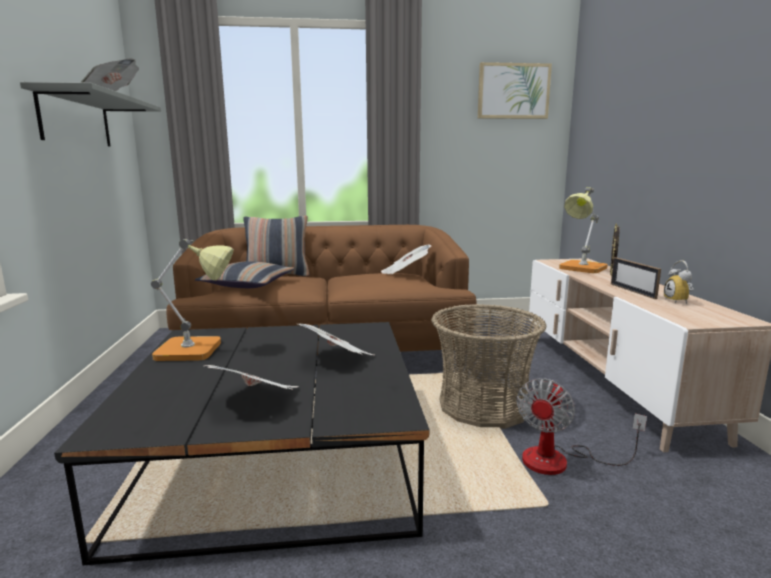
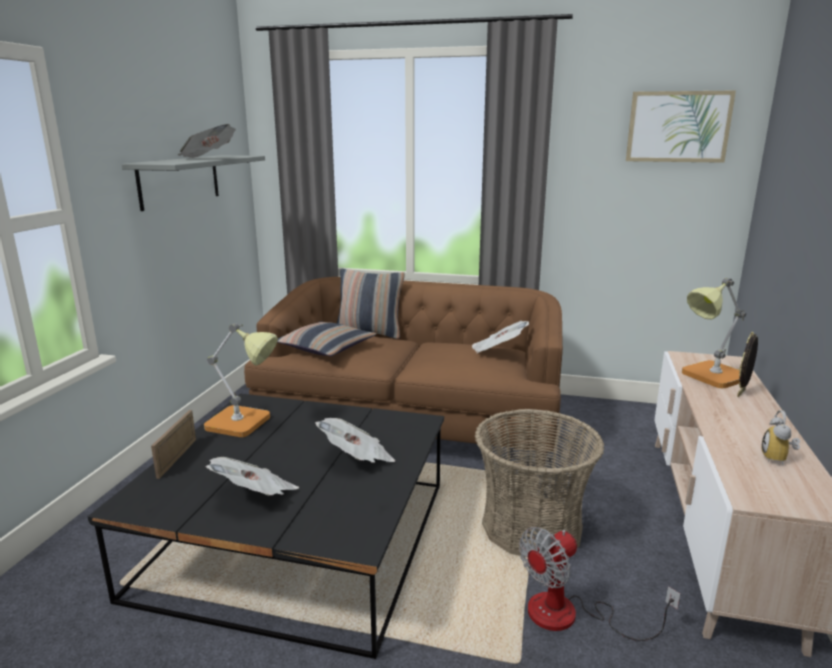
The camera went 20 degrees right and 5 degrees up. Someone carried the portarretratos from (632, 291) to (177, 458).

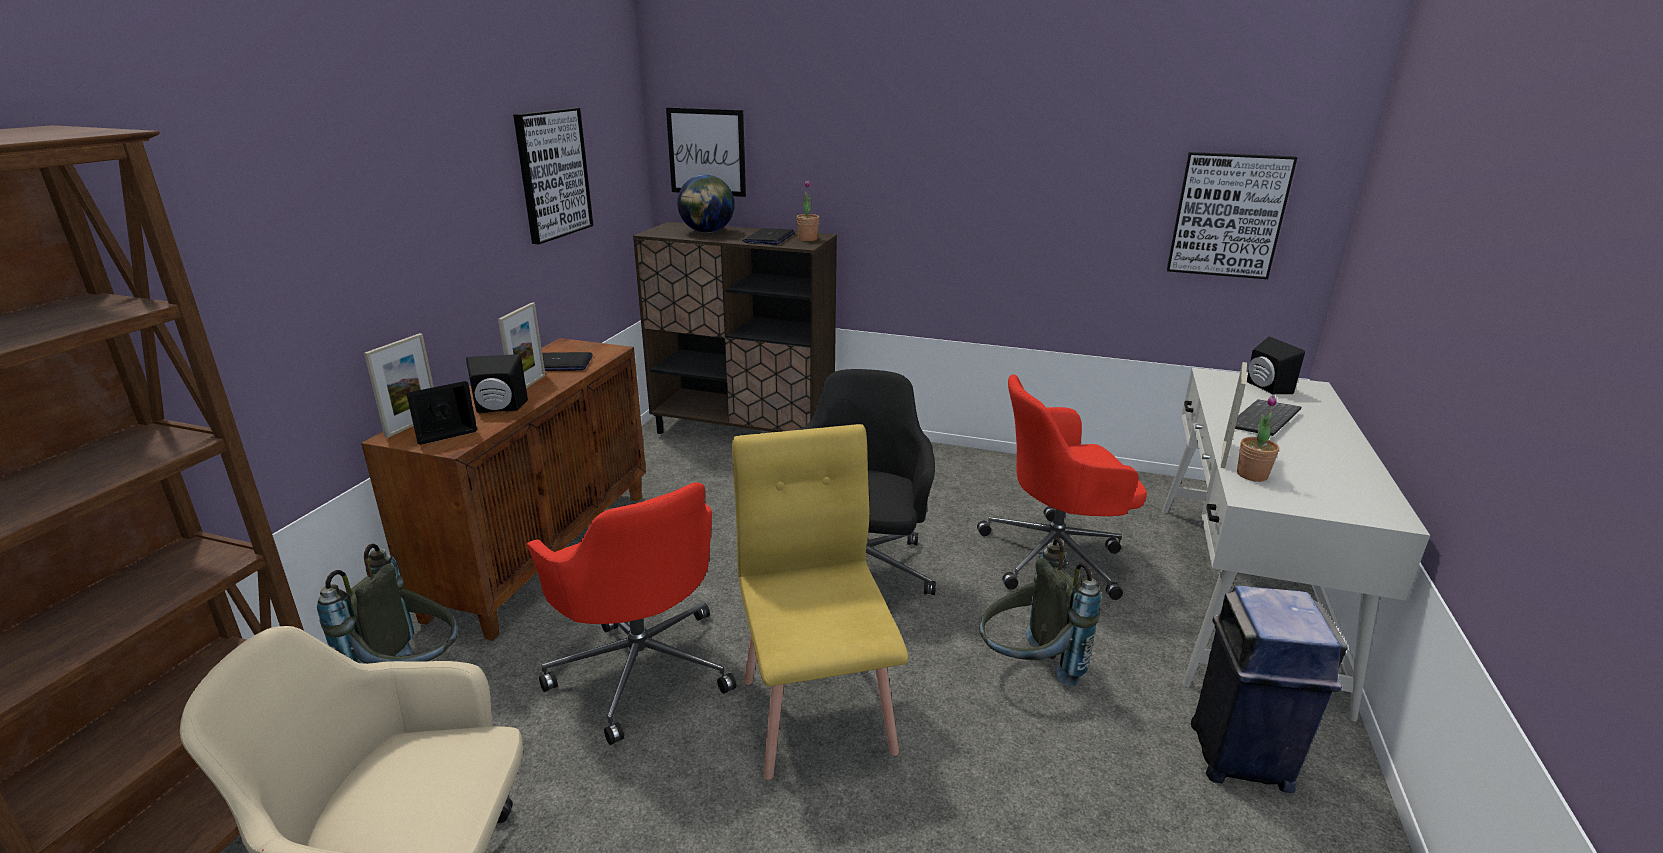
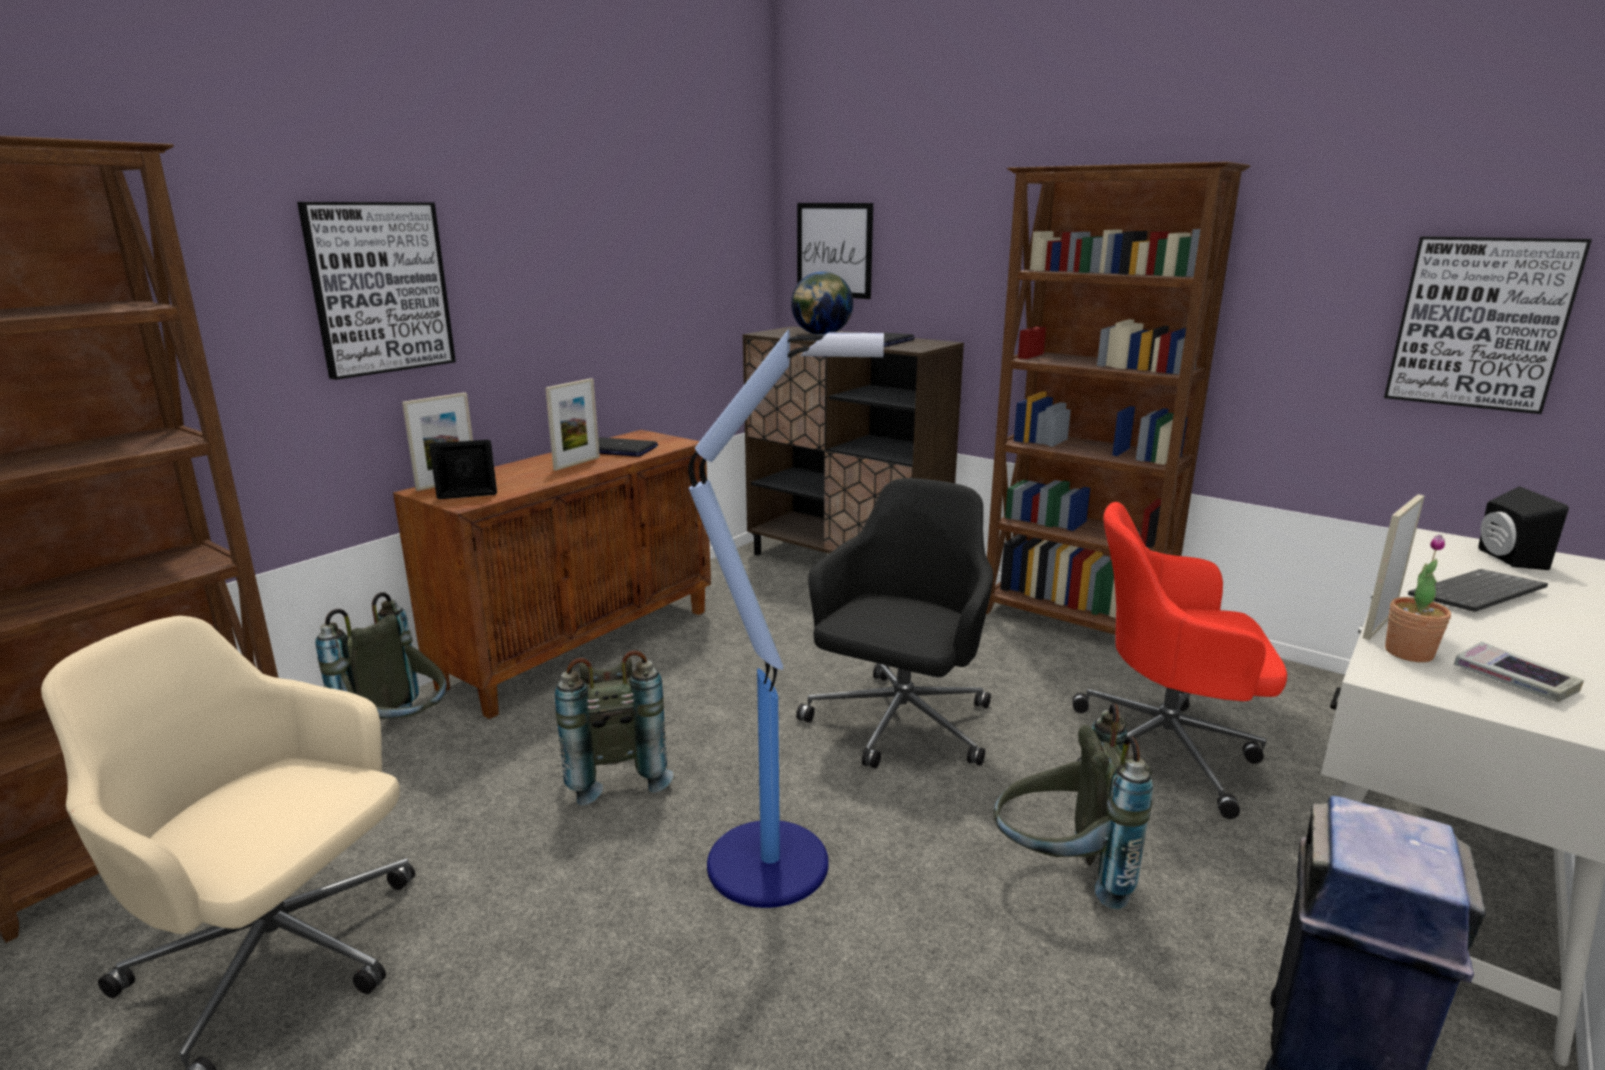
The camera went 20 degrees right and 5 degrees down. Someone took away the altavoz/negro at (499, 409). Someone carried the cuadro from (552, 174) to (380, 288). Someone swapped the silla de oficina/rojo at (642, 667) for the mochila/gris at (614, 773). Someone swapped the silla/amarillo at (818, 713) for the lámpara de pie at (774, 863). Someone took away the planta en maceta at (807, 239). Someone put down the estantería/marrón at (1074, 623). Someone put down the libro at (1514, 680).

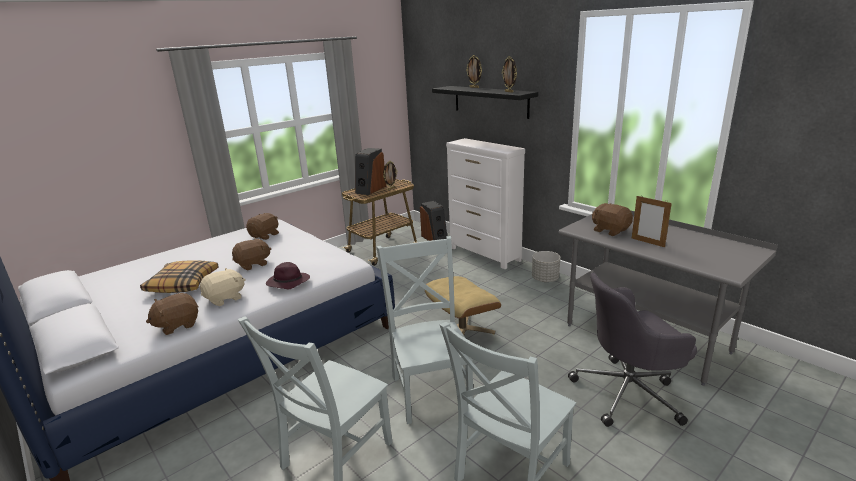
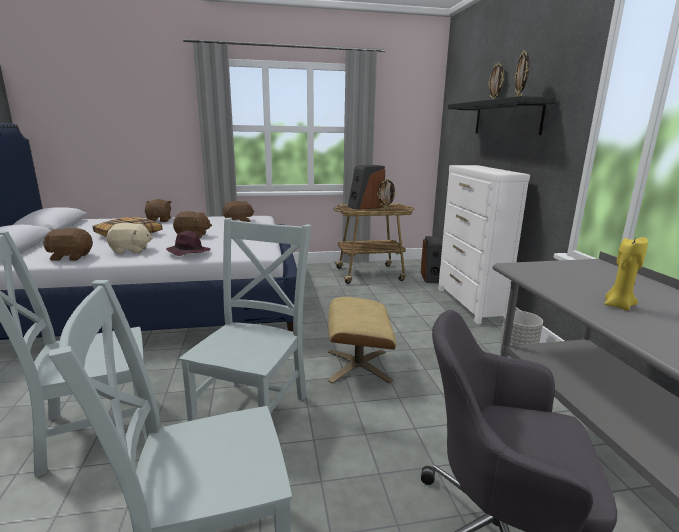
The camera went 30 degrees right and 5 degrees down. Someone carried the peluche/marrón from (610, 230) to (159, 220). Someone swapped the portarretratos at (647, 242) for the vela/amarillo at (618, 305).

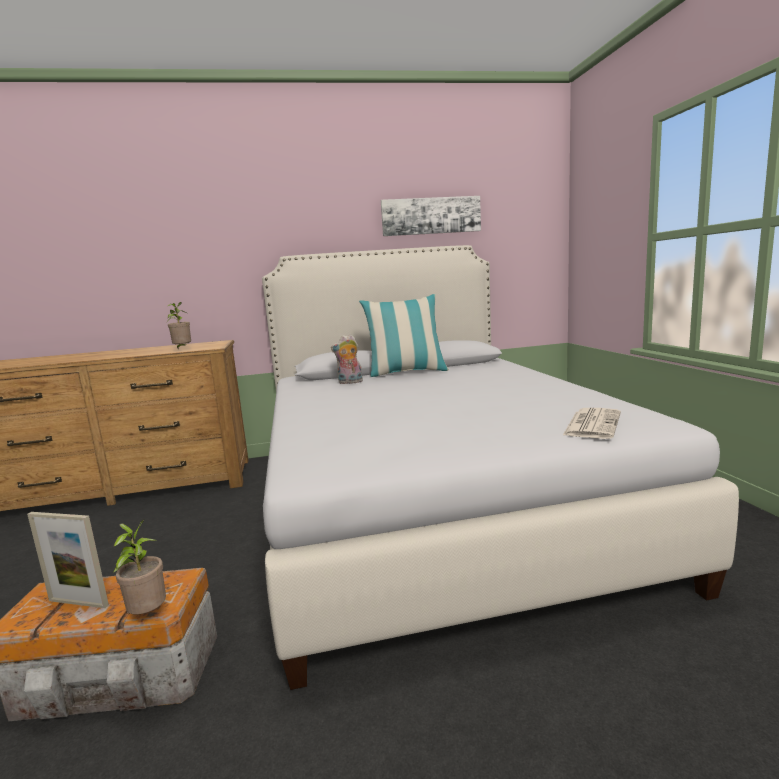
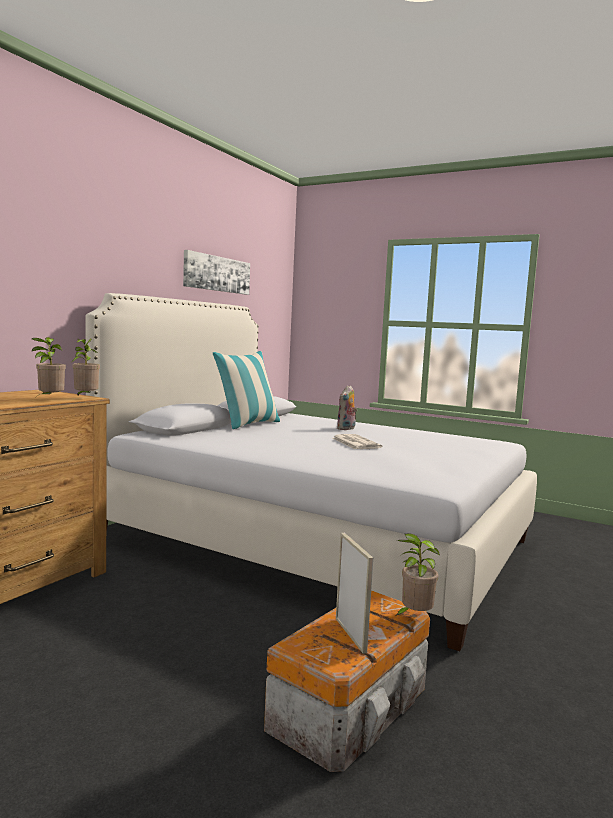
The camera went 50 degrees left and 5 degrees down. Someone rotated the portarretratos at (78, 603) by 75 degrees counterclockwise. Someone carried the peluche from (349, 382) to (346, 429). Someone carried the periódico from (592, 424) to (355, 443). Someone put down the planta en maceta at (85, 398).

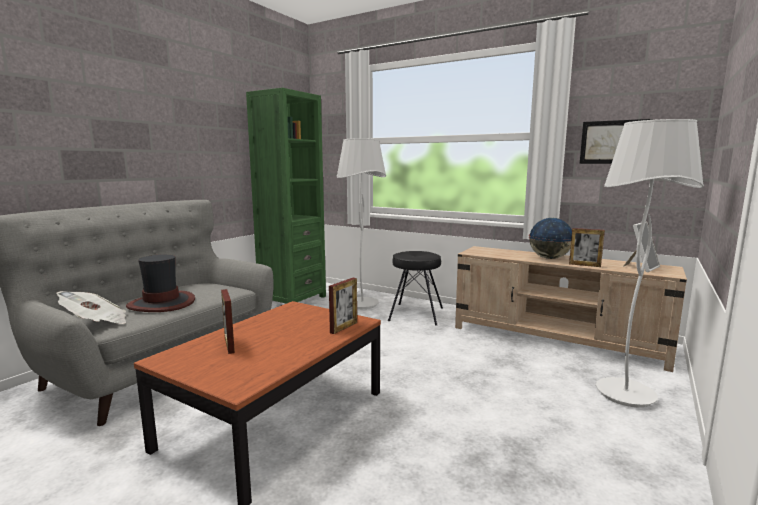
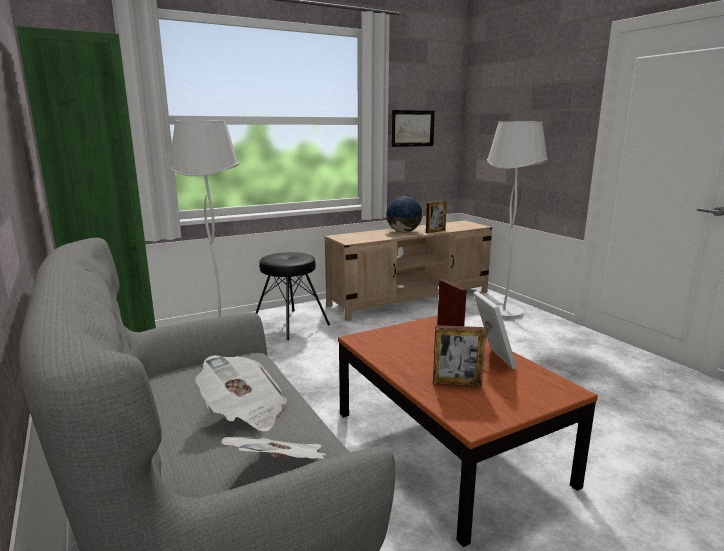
The camera went 60 degrees left and 5 degrees up. Someone swapped the sombrero at (162, 303) for the periódico at (244, 412). Someone carried the portarretratos from (641, 267) to (488, 359).

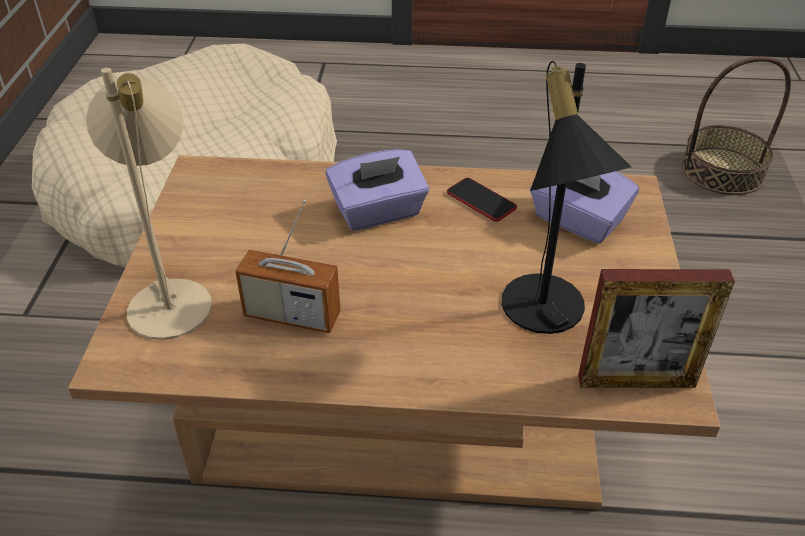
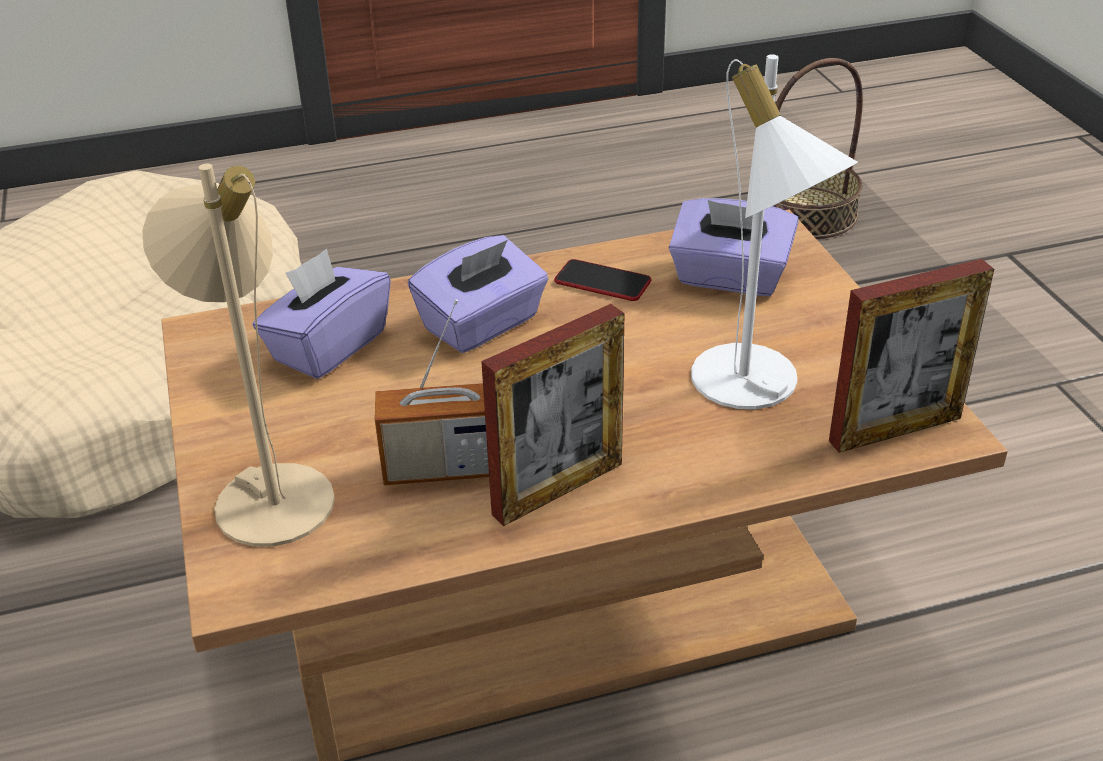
The camera went 20 degrees left and 5 degrees down. Someone repainted the lámpara de mesa/negro at (545, 316), which became the lámpara de mesa/blanco at (754, 389). Someone put down the caja de pañuelos/morado at (328, 346). Someone put down the portarretratos at (558, 489).

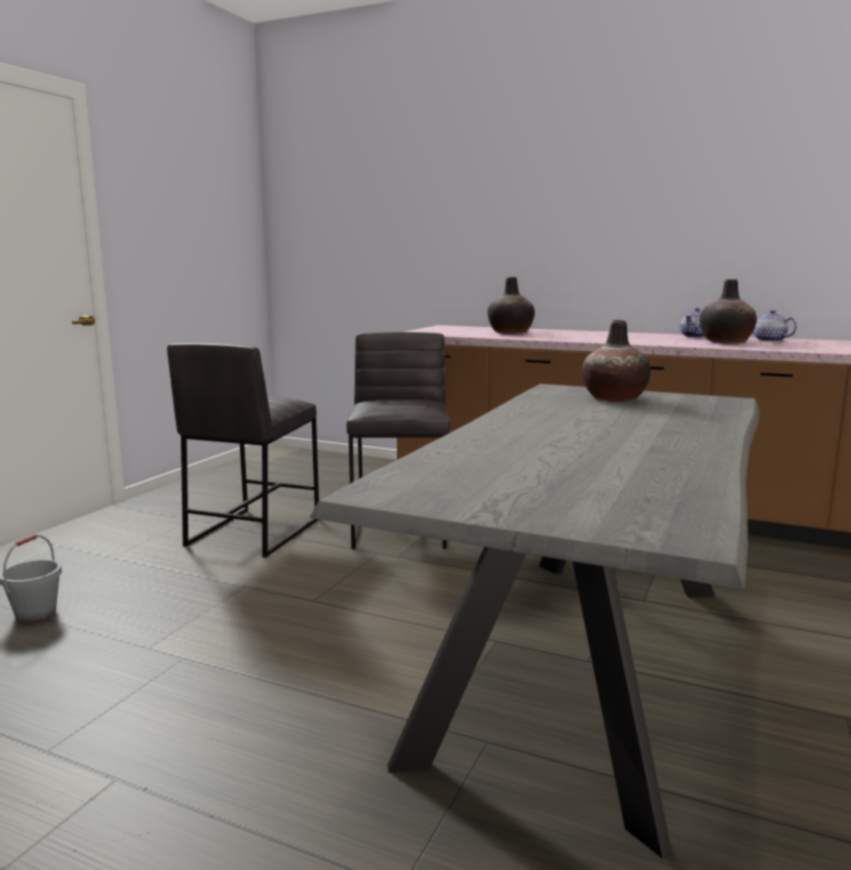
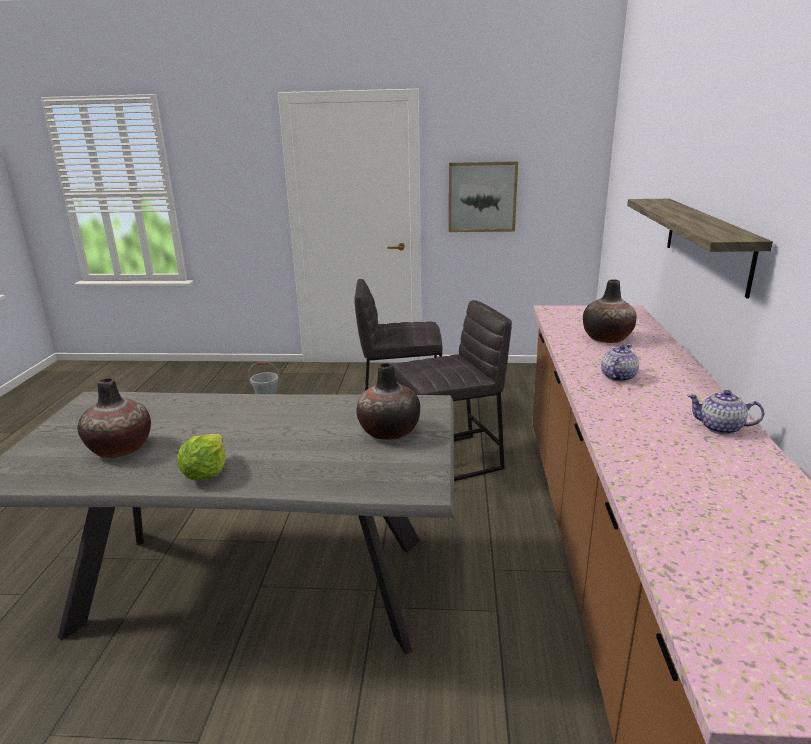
The camera went 70 degrees right and 10 degrees up. Someone carried the florero from (726, 342) to (120, 448). Someone carried the tetera from (769, 340) to (617, 377). Someone put down the lechuga at (205, 473). Someone put up the cuadro at (482, 197). Someone put up the estante at (707, 242).

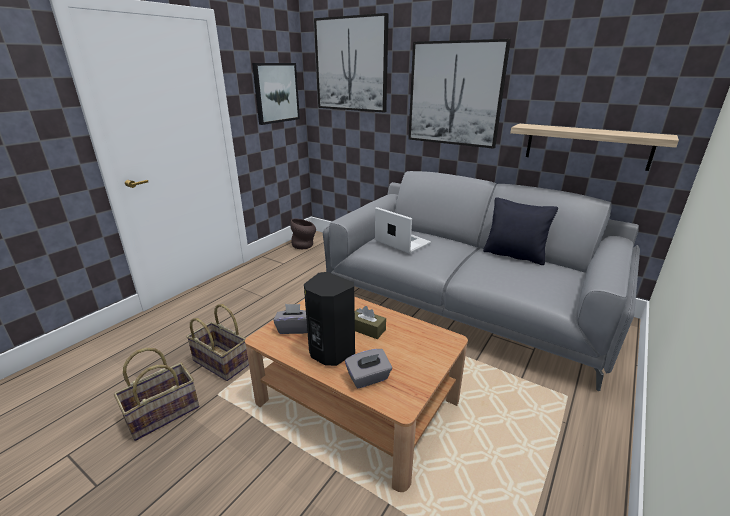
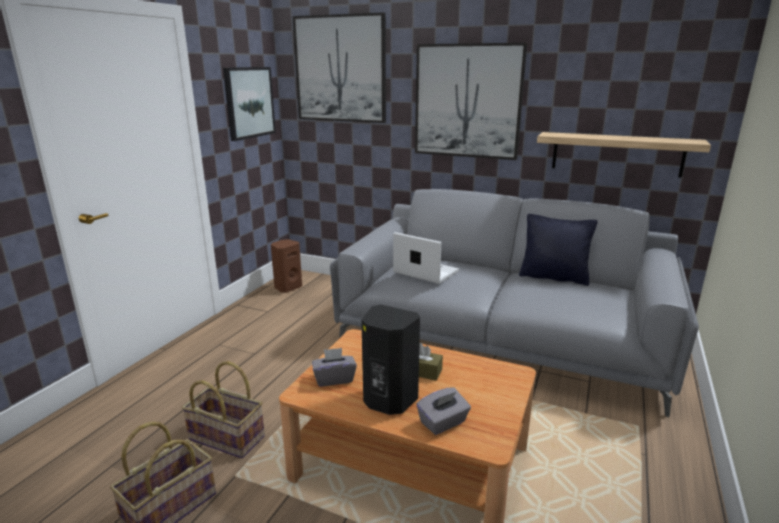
The camera went 10 degrees left and 5 degrees down. Someone swapped the florero/marrón at (304, 245) for the altavoz/marrón at (287, 287).

